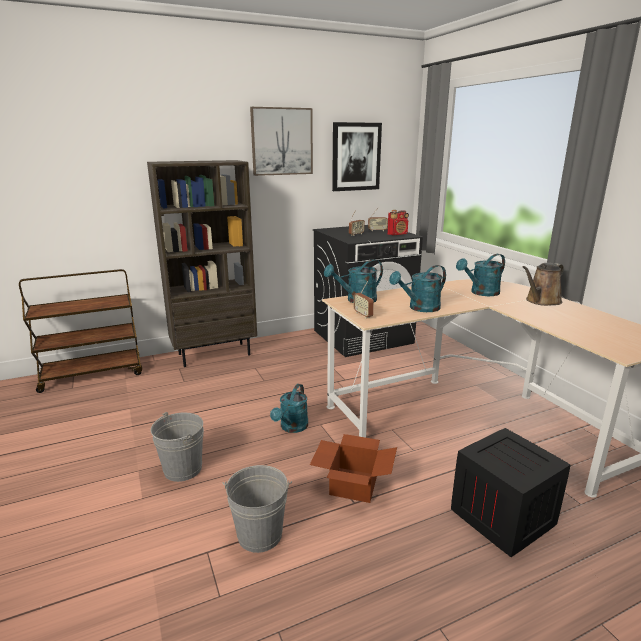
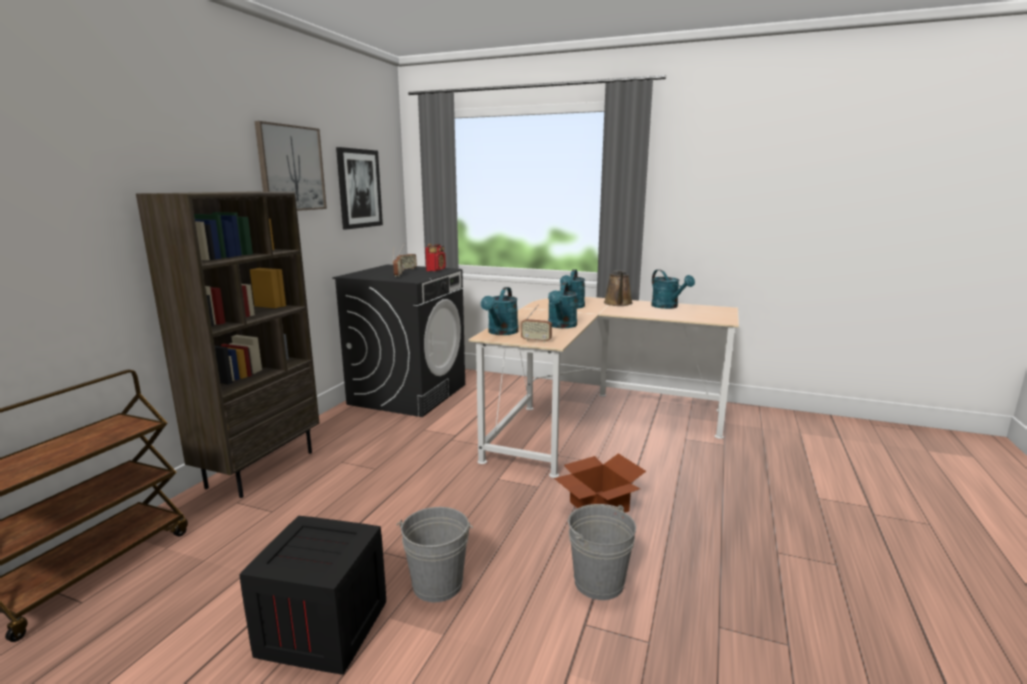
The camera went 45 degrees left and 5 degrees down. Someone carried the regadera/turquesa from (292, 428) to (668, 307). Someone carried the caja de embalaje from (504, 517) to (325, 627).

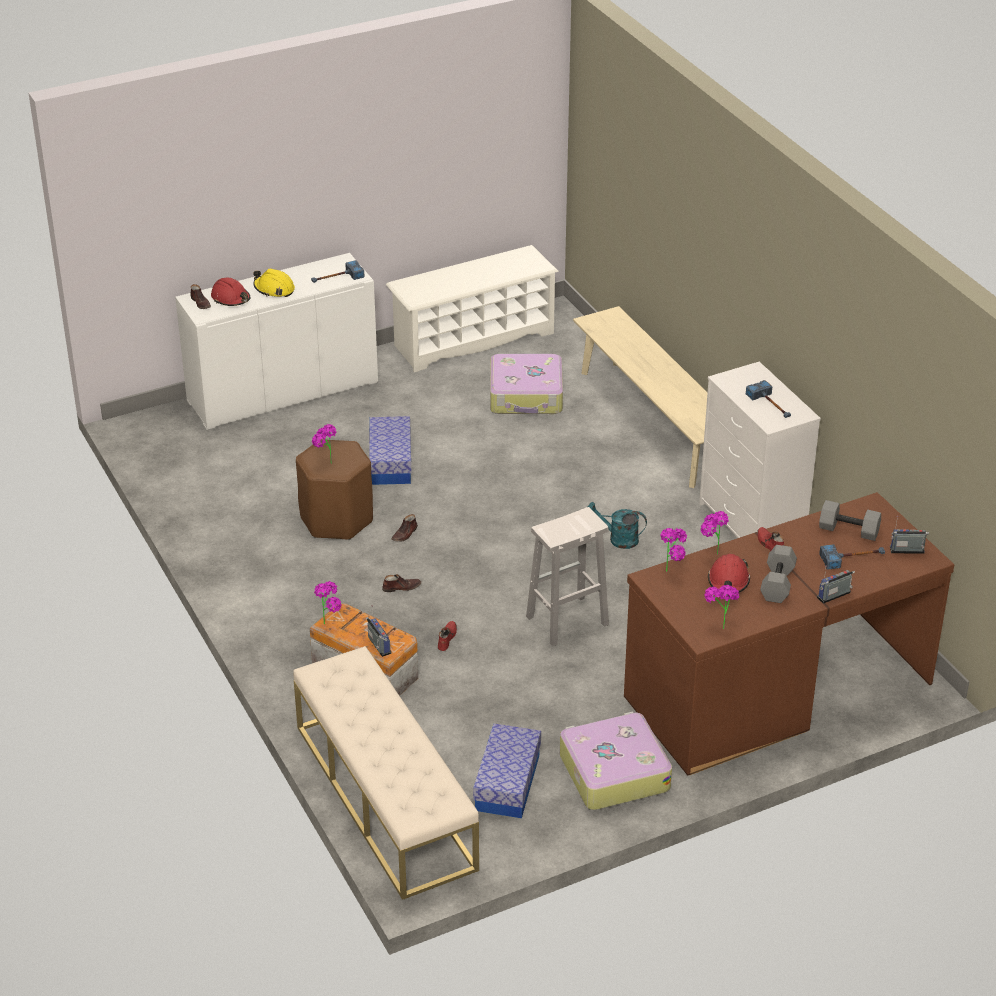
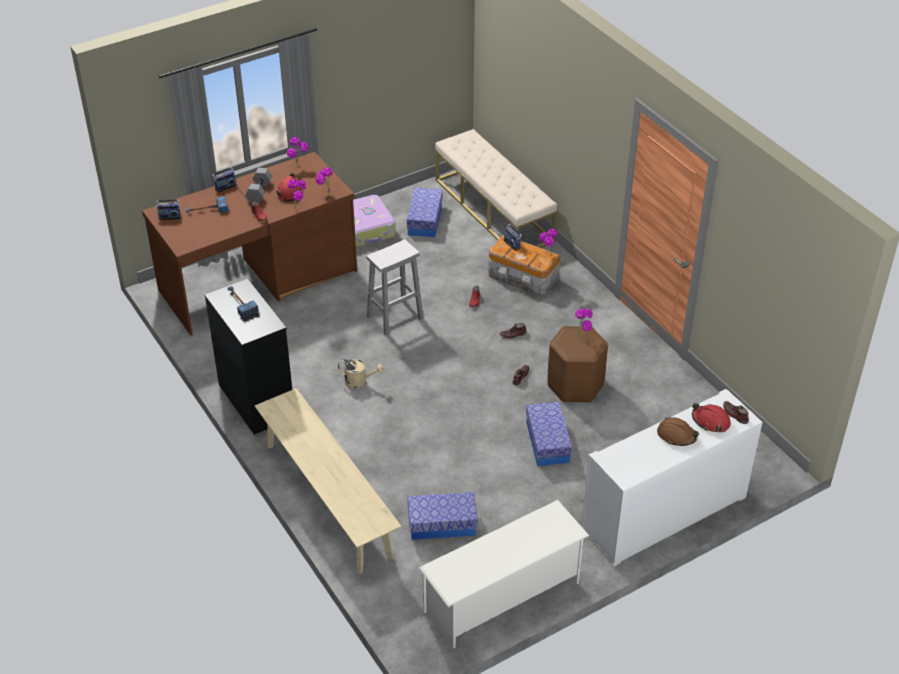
The camera went 175 degrees right and 5 degrees up. Someone repainted the casco/amarillo at (274, 289), which became the casco/marrón at (676, 436). Someone took away the martillo at (336, 278). Someone swapped the maleta at (526, 395) for the caja de almacenaje at (442, 524). Someone repainted the regadera/turquesa at (618, 539), which became the regadera/beis at (359, 382). Someone repainted the cómoda/blanco at (752, 525), which became the cómoda/negro at (256, 400). Someone took away the mancuerna/gris at (848, 530).

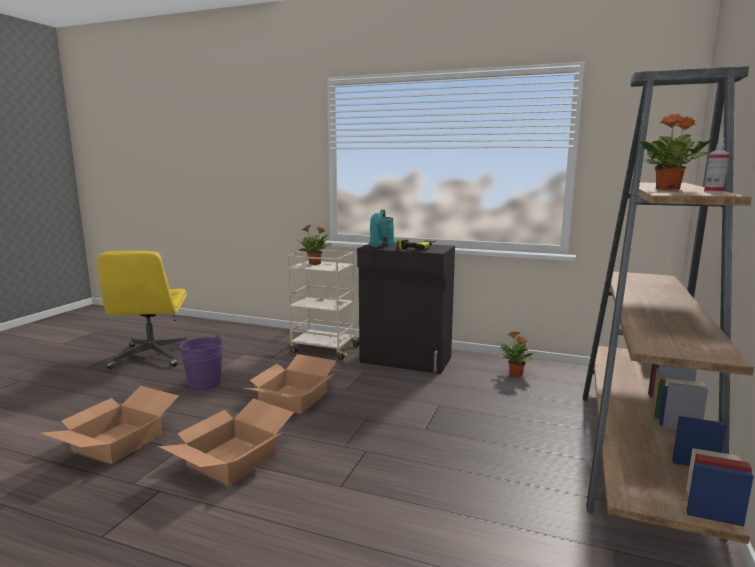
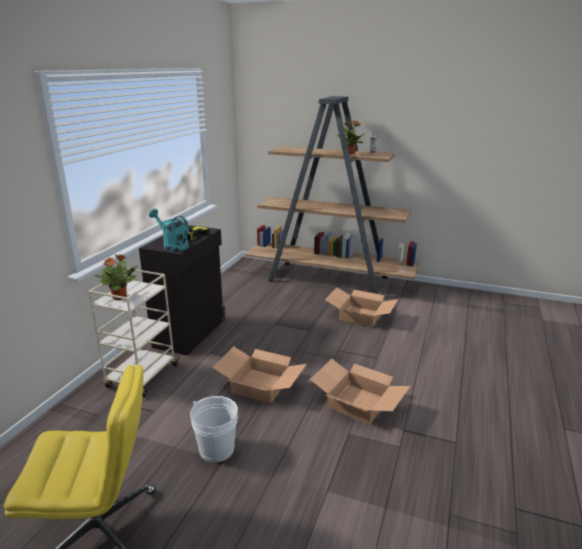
The camera went 90 degrees left and 10 degrees up. Someone carried the caja de cartón from (118, 441) to (359, 316). Someone repainted the cubo/morado at (204, 383), which became the cubo/blanco at (217, 449). Someone rotated the regadera/turquesa at (381, 246) by 150 degrees counterclockwise. Someone took away the planta en maceta at (516, 374).

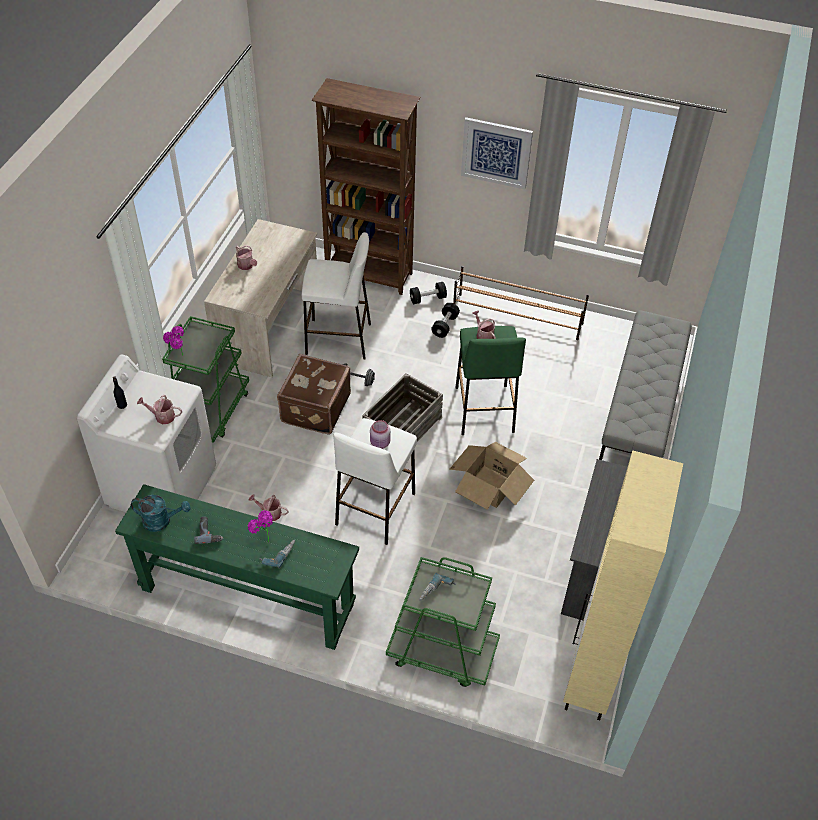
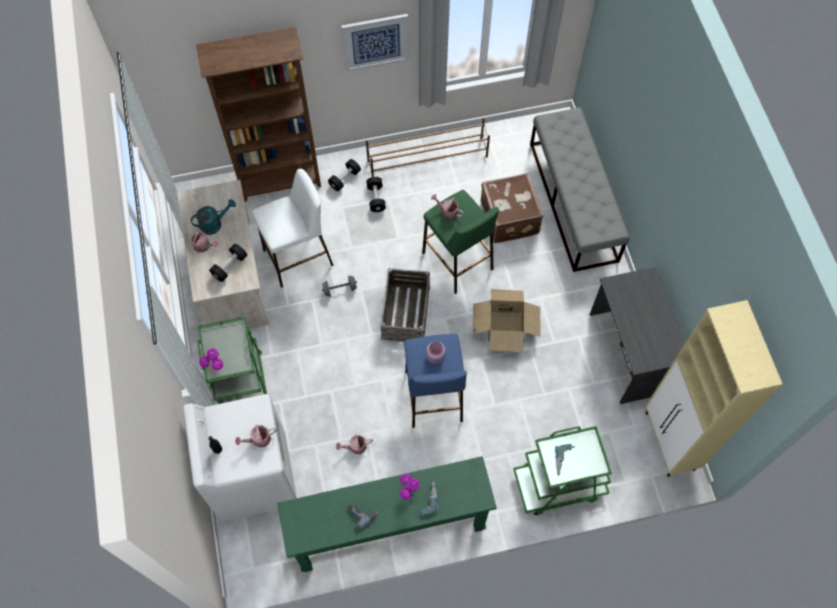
The camera went 30 degrees left and 15 degrees up. Someone carried the regadera/turquesa from (162, 521) to (215, 224). Someone carried the maleta/marrón from (314, 408) to (508, 219). Someone repainted the taburete/blanco at (375, 509), which became the taburete/azul at (433, 396). Someone put down the mancuerna/negro at (230, 266).

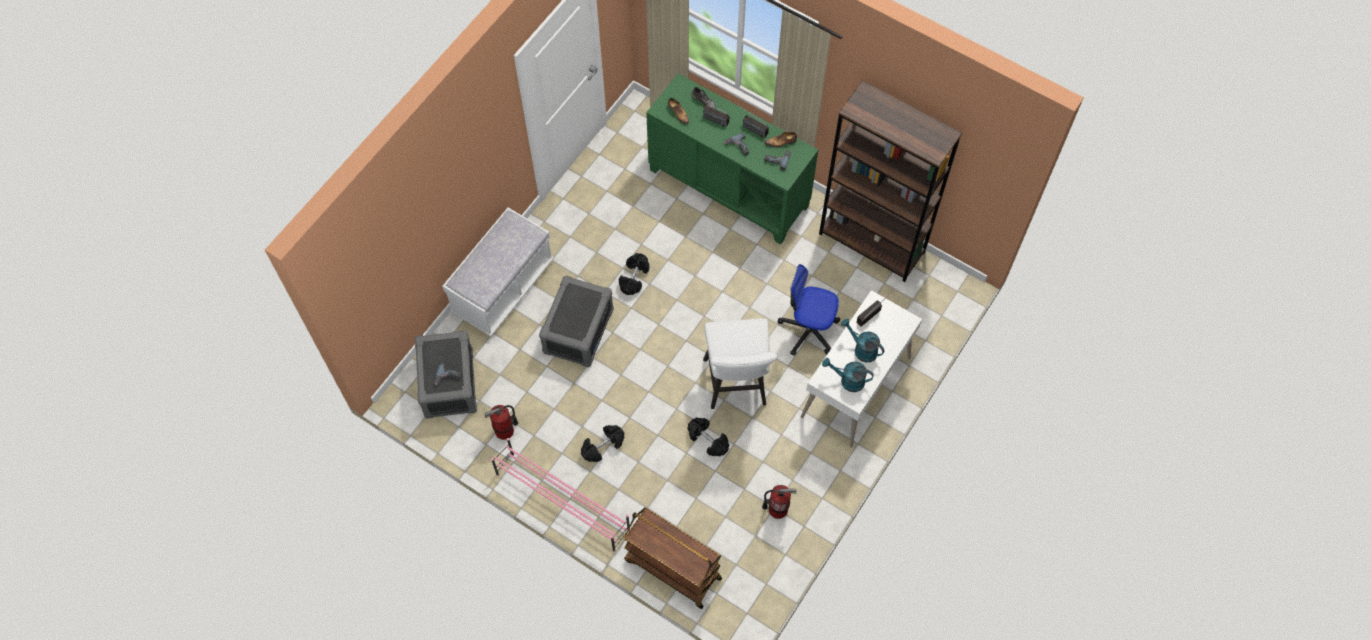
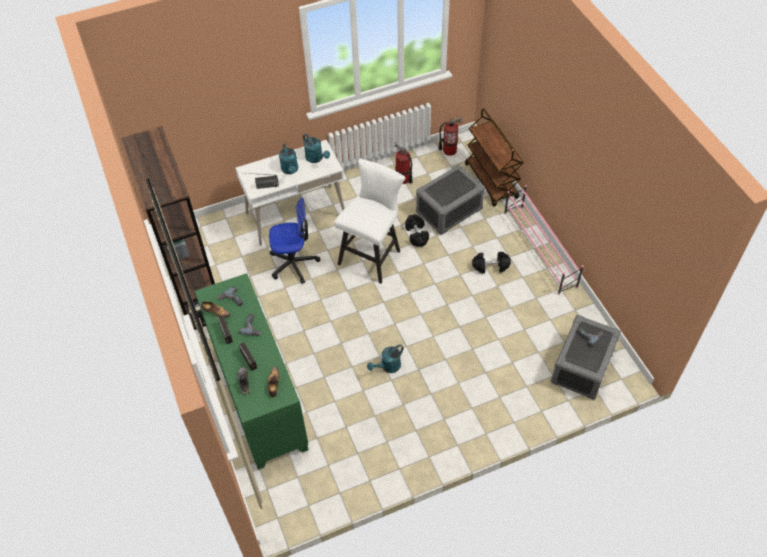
The camera went 145 degrees left and 10 degrees down. Someone took away the banco/blanco at (503, 288). Someone carried the extintor from (504, 431) to (449, 150). Someone carried the caja de almacenaje/gris from (578, 330) to (449, 210). Someone swapped the mancuerna/negro at (634, 278) for the regadera/turquesa at (388, 367). Someone rotated the silla de oficina at (808, 330) by 60 degrees counterclockwise.

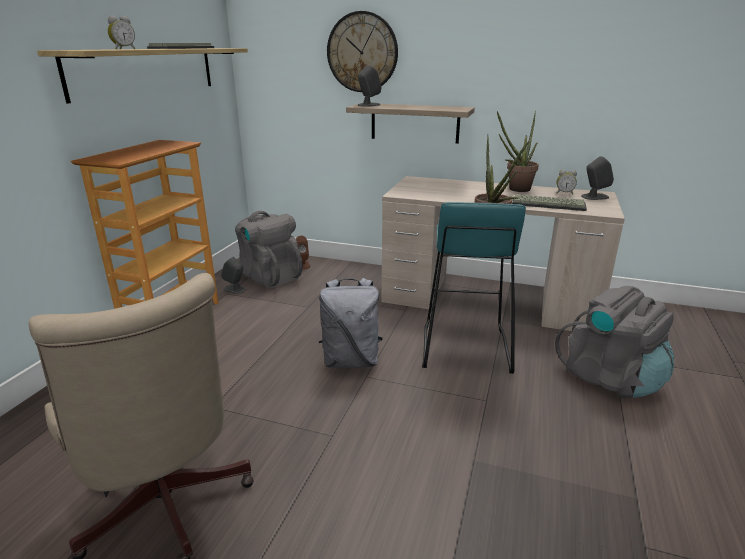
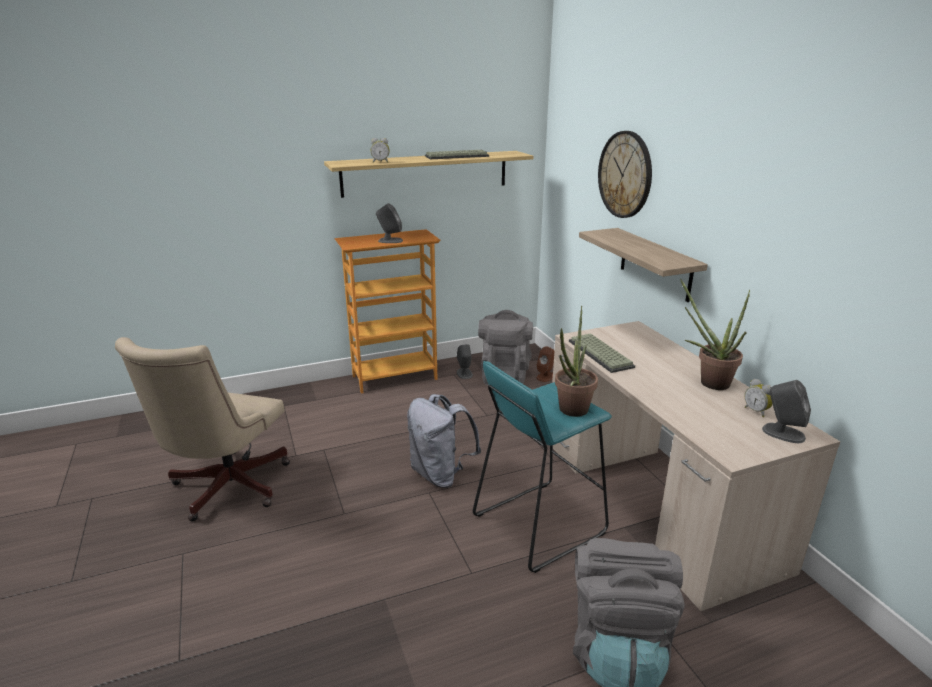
The camera went 50 degrees right and 0 degrees up. Someone carried the altavoz/gris from (368, 105) to (390, 240). Someone carried the teclado from (549, 204) to (602, 354).

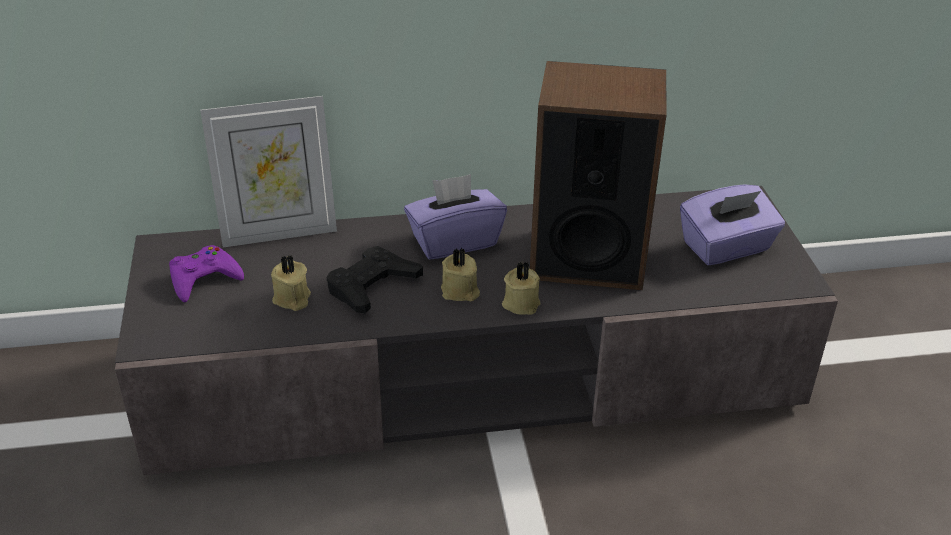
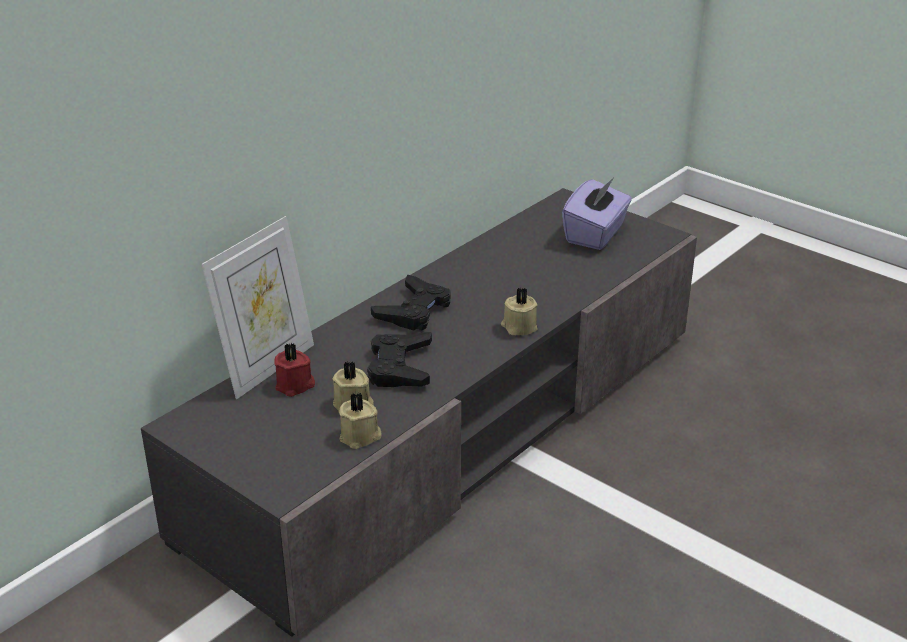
The camera went 40 degrees left and 5 degrees down. Someone took away the mando de consola/morado at (203, 279). Someone swapped the caja de pañuelos/morado at (454, 241) for the mando de consola/negro at (414, 310). Someone carried the vela/beis from (460, 292) to (361, 437). Someone took away the altavoz at (587, 258). Someone put down the vela/rojo at (295, 385).

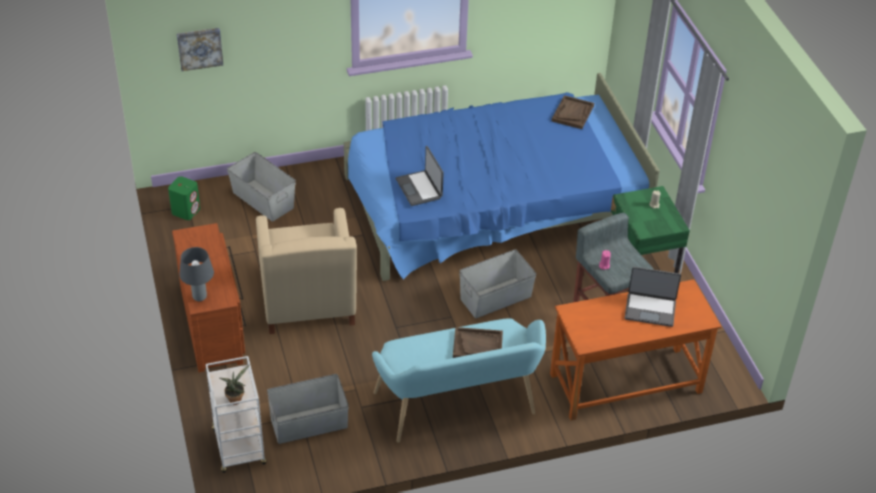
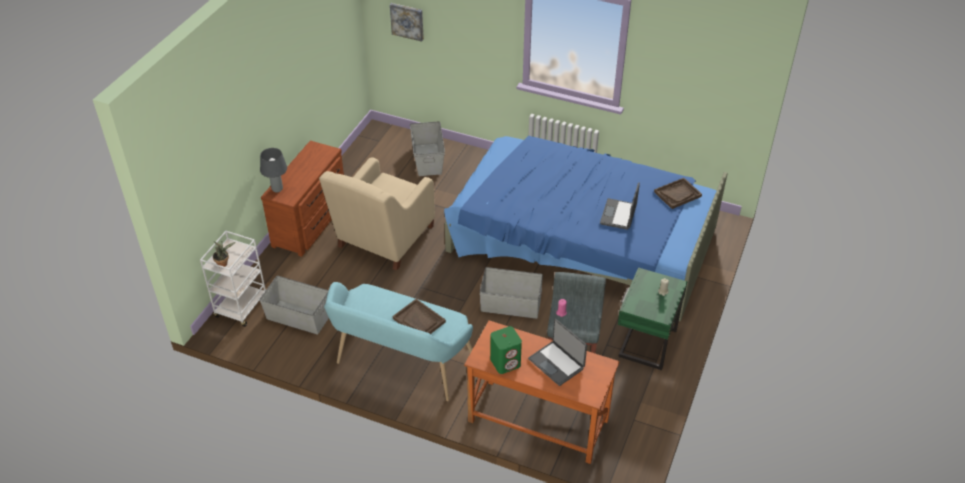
The camera went 40 degrees right and 0 degrees up. Someone carried the altavoz/verde from (186, 211) to (505, 362). Someone carried the portátil from (419, 189) to (619, 215).

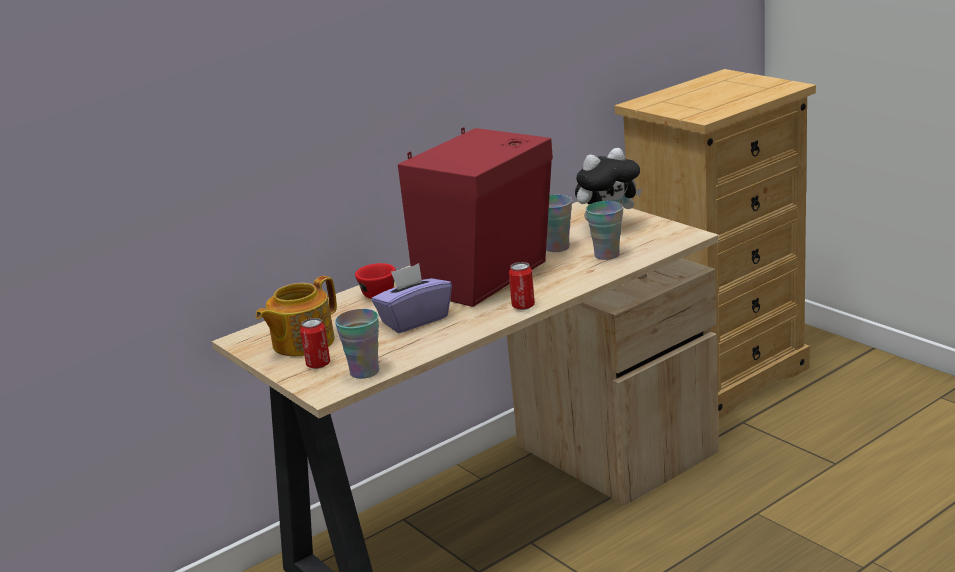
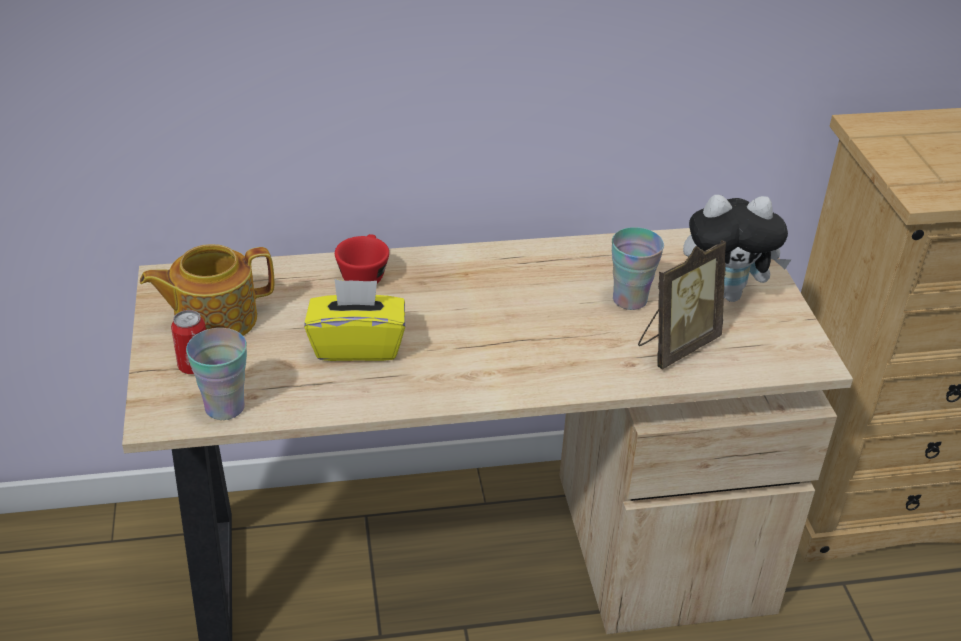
The camera went 25 degrees right and 15 degrees up. Someone repainted the caja de pañuelos/morado at (414, 320), which became the caja de pañuelos/amarillo at (357, 345). Someone took away the altavoz/rojo at (488, 277). Someone took away the lata at (523, 306). Someone swapped the taza at (607, 255) for the portarretratos at (675, 345).

